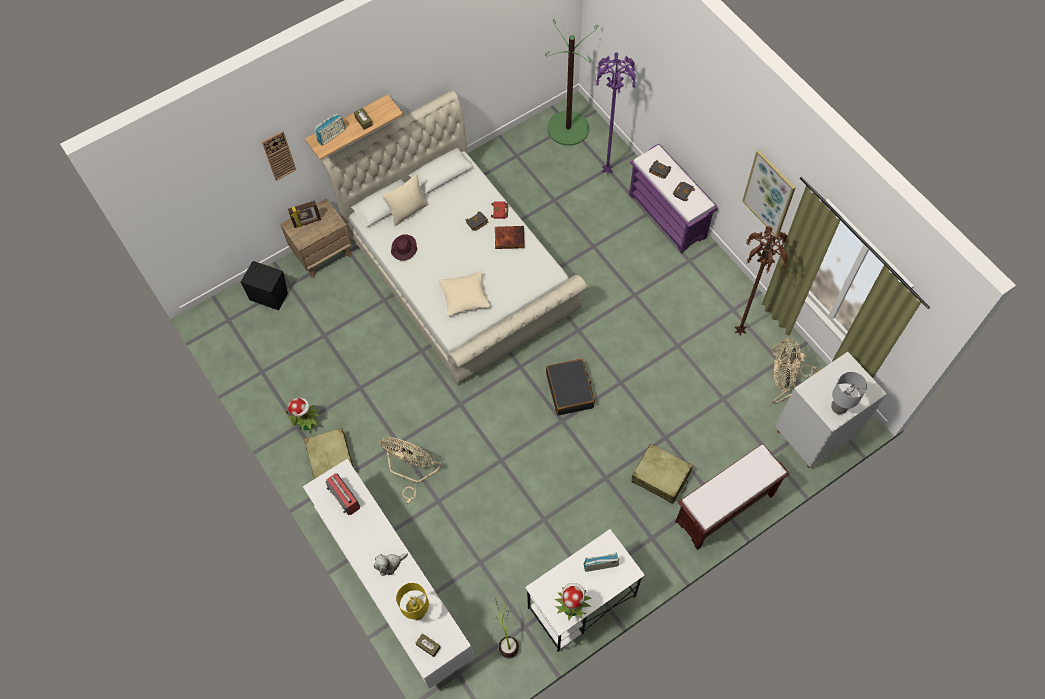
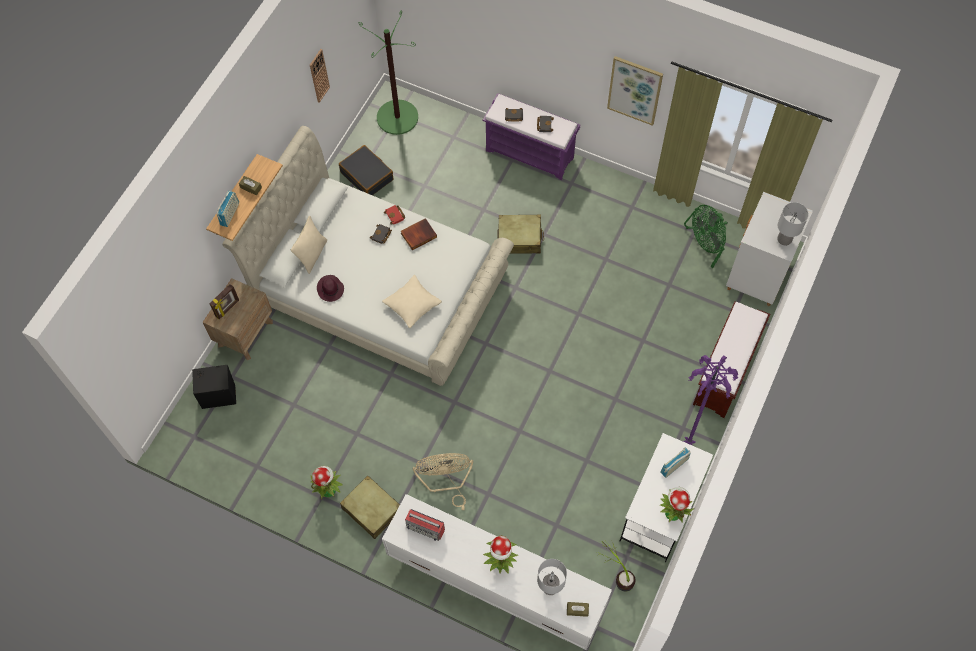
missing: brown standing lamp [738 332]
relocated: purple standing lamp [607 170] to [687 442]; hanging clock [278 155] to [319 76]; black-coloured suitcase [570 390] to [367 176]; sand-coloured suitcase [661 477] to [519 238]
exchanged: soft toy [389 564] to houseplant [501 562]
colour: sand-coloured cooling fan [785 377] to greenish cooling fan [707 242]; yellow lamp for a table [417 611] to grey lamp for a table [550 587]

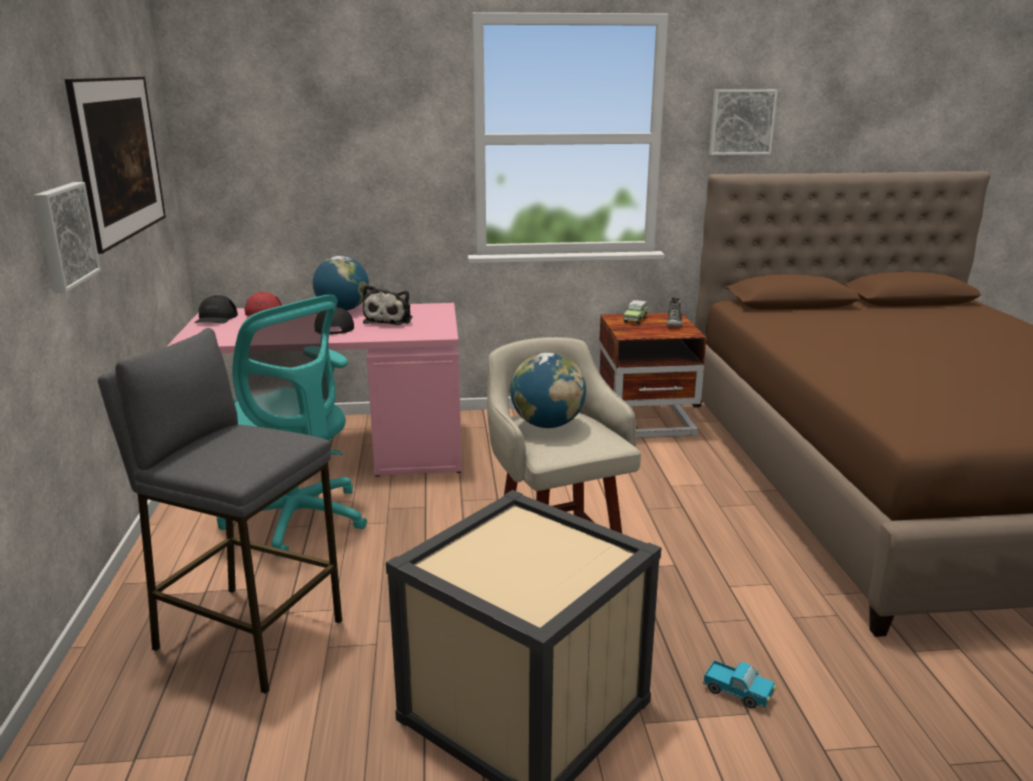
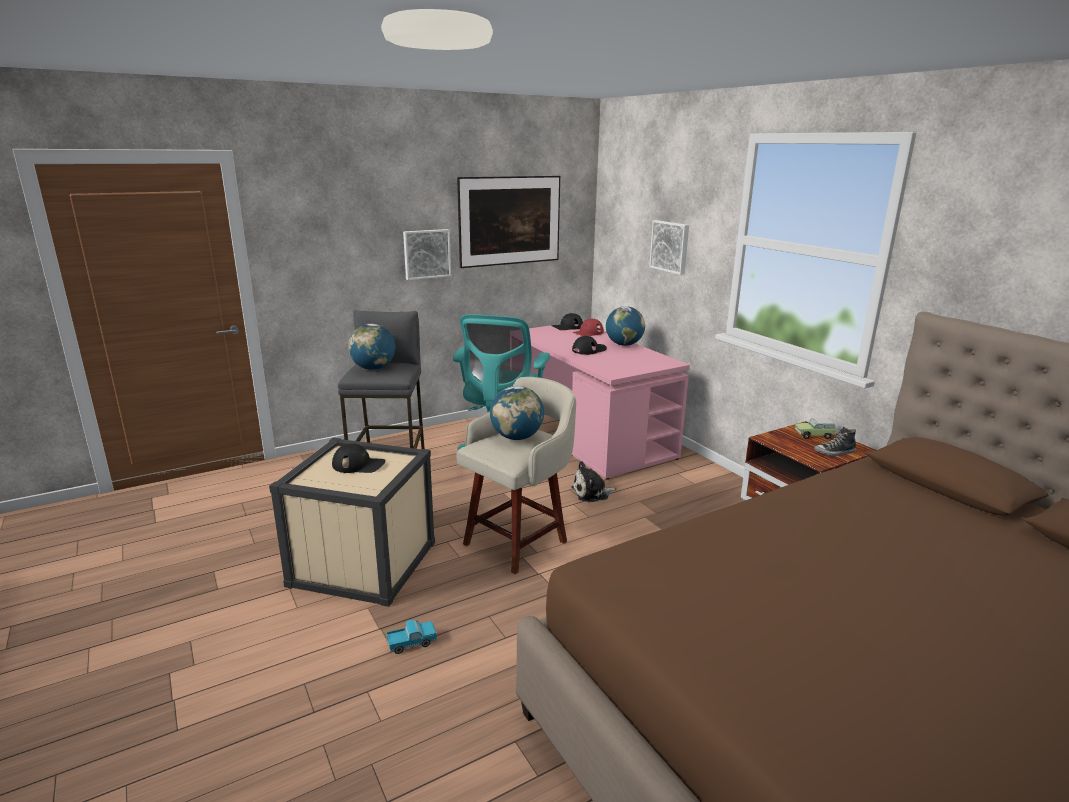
appeared: desk globe [373 368]; black-coloured baseball cap [359 465]
relocated: wall art [741 122] to [670 246]; soft toy [390 320] to [592 493]
spun: toy lorry [738 693] = [412 643] 120 degrees counterclockwise

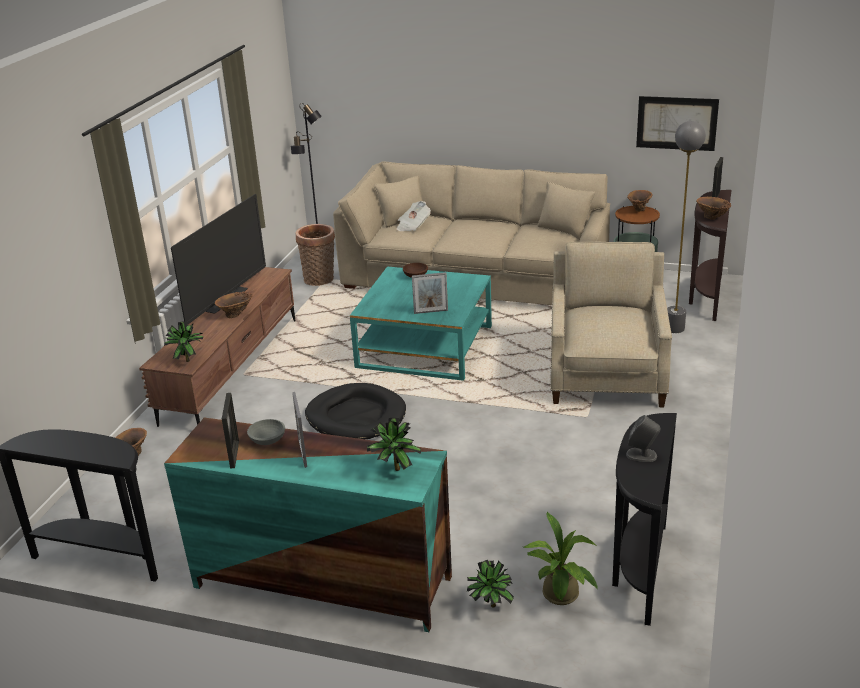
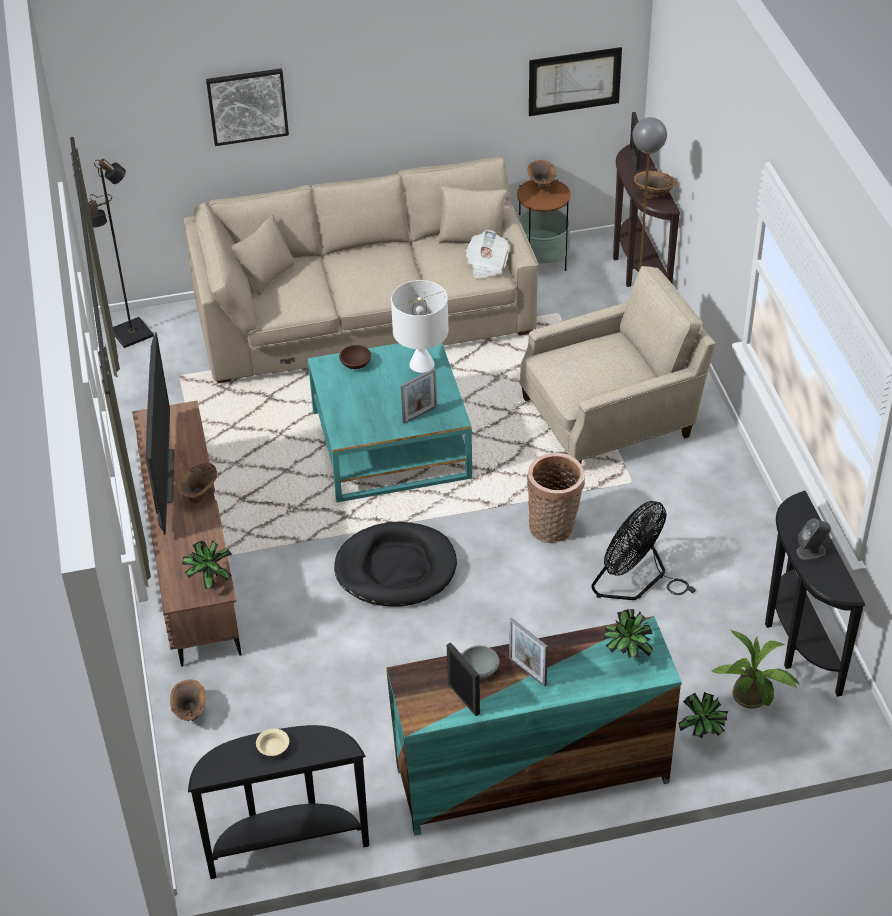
appeared: wall art [247 106]; white lamp for a table [422 367]; black-coloured cooling fan [641 578]; sand-coloured deep dish [274 747]
relocated: printed paper [412 226] to [486 265]; storage basket [320 280] to [554 528]
spun: sand-coloured armchair [606 373] = [610 416] 90 degrees clockwise

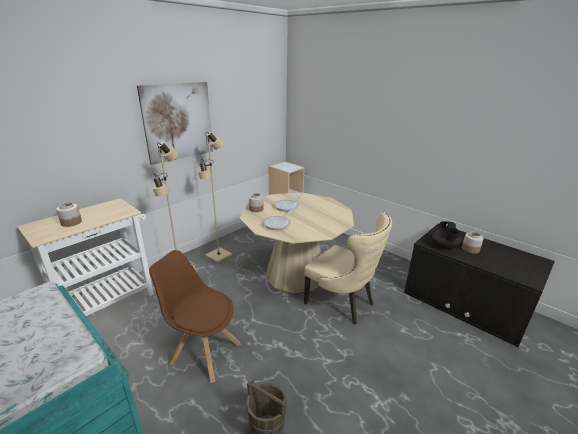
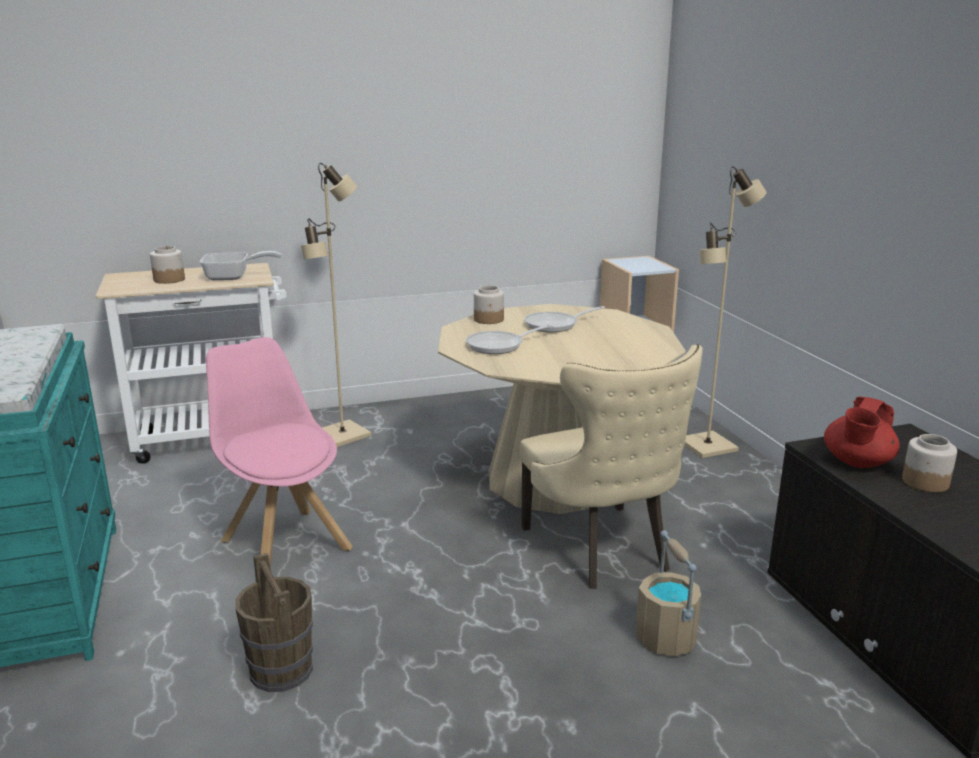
missing: wall art [178 122]
appeared: frying pan [233 277]; sand-coloured water bucket [666 639]
relocated: sand-coloured standing lamp [218 255] to [707 446]
colour: black-coloured pot for tea [444 246] to reddish pot for tea [857 463]; brown upright chair [202 352] to pink-coloured upright chair [283 541]

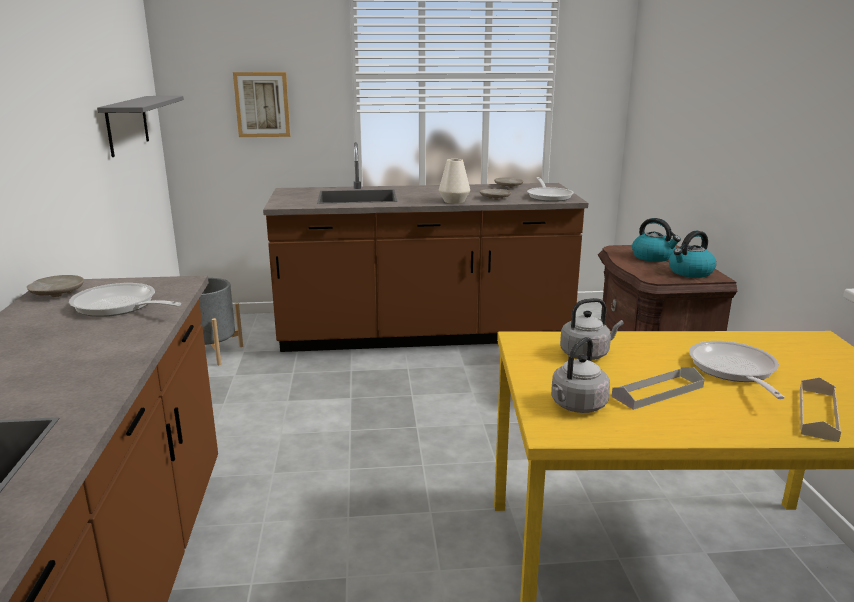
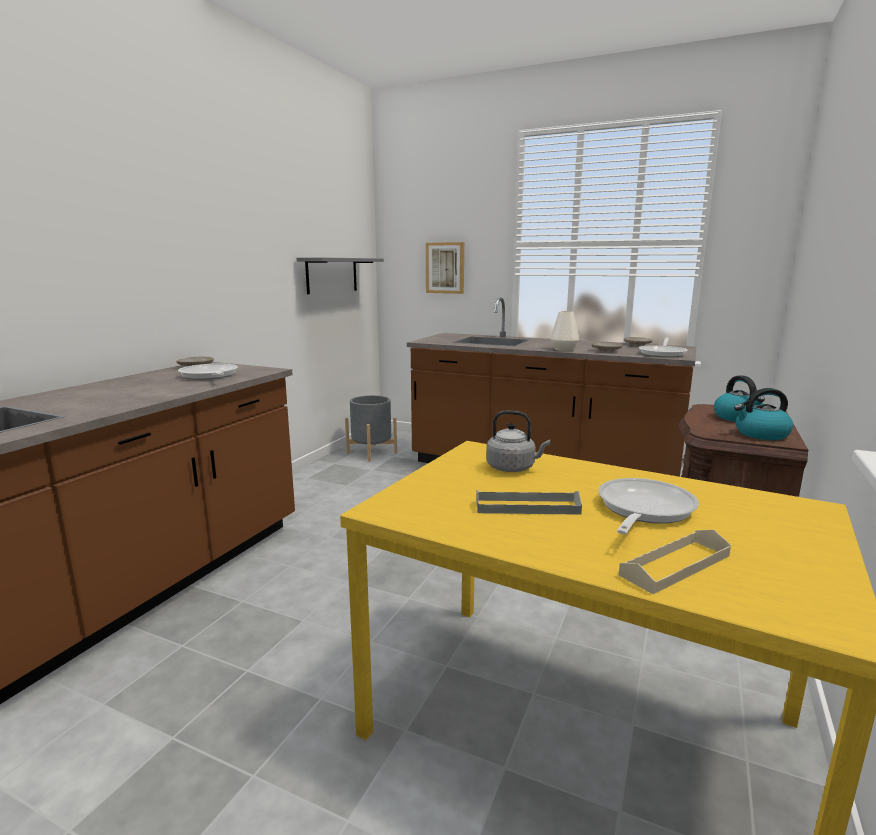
missing: grey kettle [576 406]

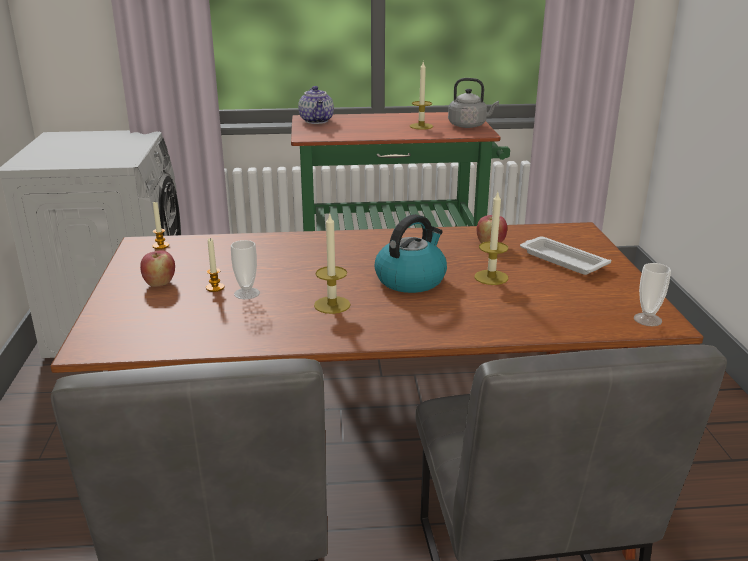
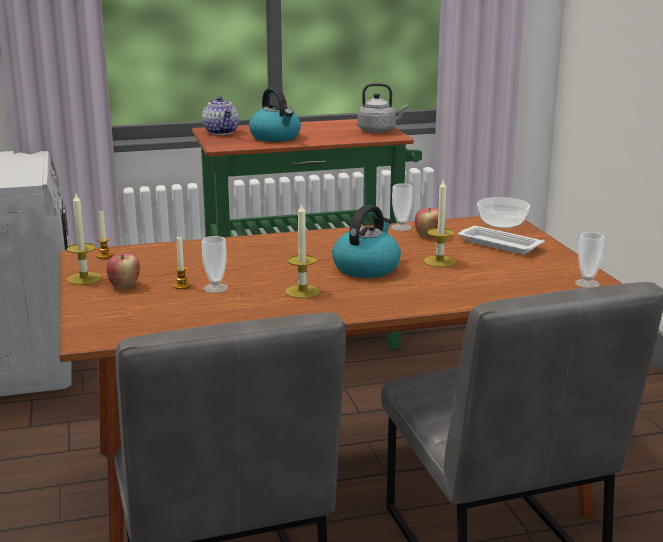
appeared: kettle [276 137]; drinking cup [401 227]; deep dish [501 223]
relocated: candle [421 126] to [84 278]

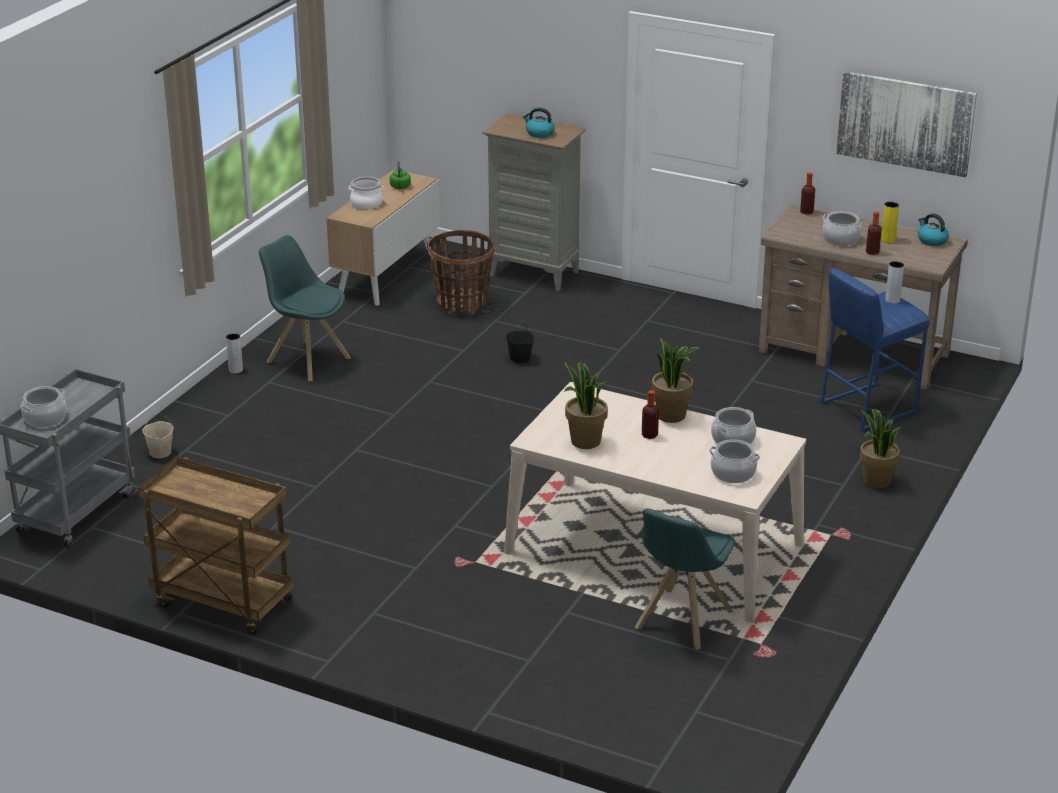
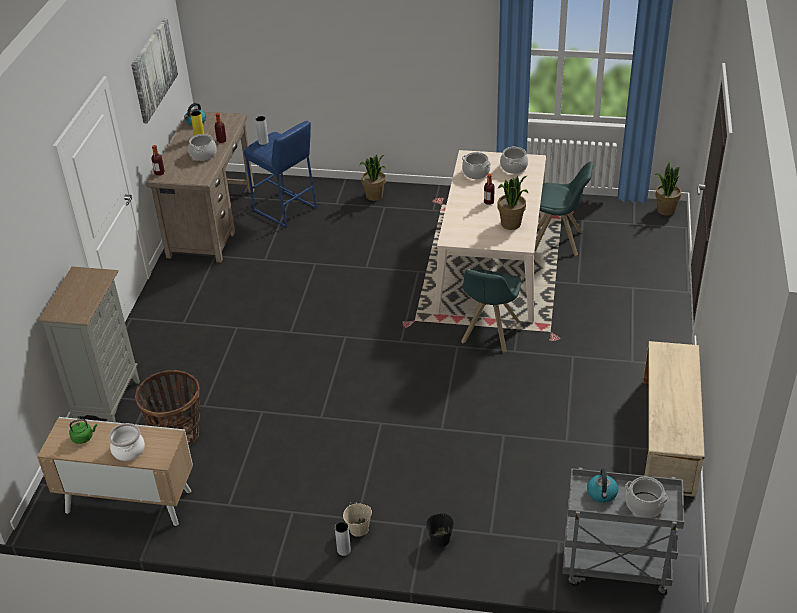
relocated: kettle [539 133] to [602 493]; blue-green upright chair [307 360] to [490 332]; black-coloured water bucket [520 359] to [440 539]; houseplant [671 415] to [665 210]; sand-coloured water bucket [160 452] to [359 529]
exchanged: brown cart [221 603] to sand-coloured long seat [669 436]

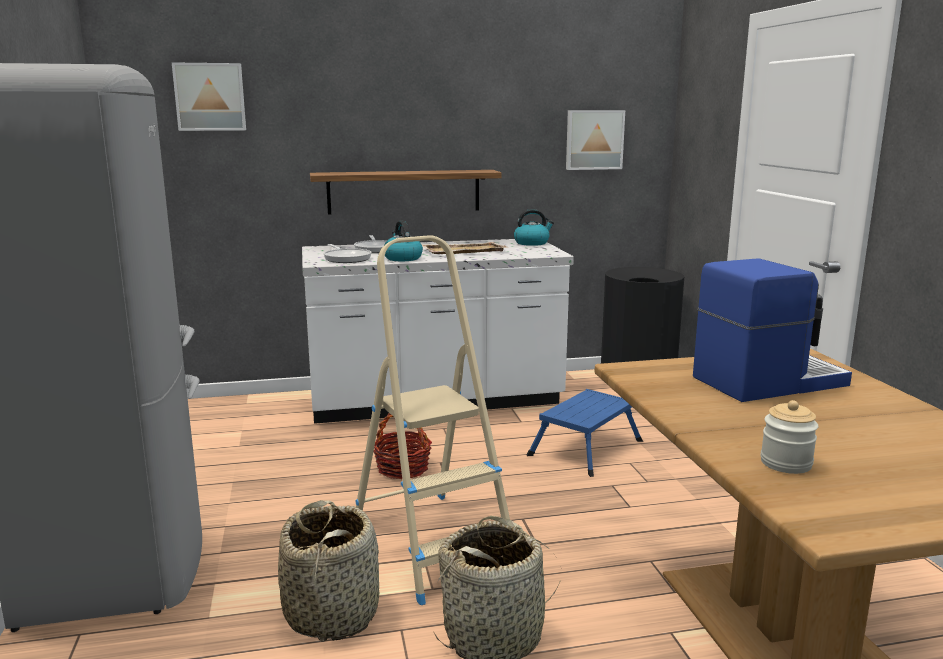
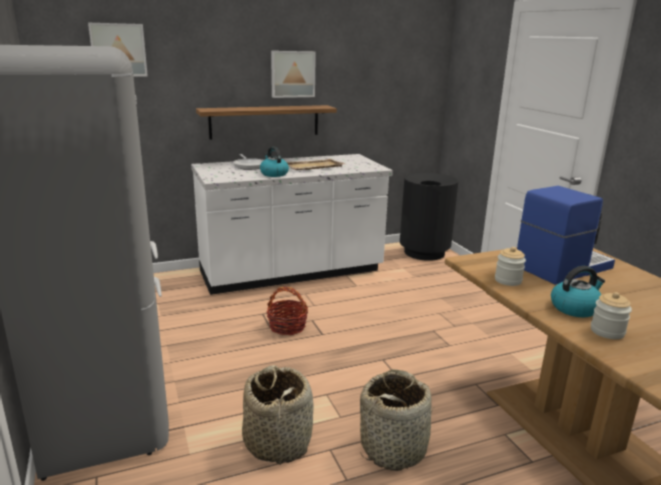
missing: sand-coloured stepladder [433 544]; frying pan [346 258]; blue stepladder [585 448]
appeared: preserve jar [508 280]
relocated: wall art [594 139] to [292 74]; kettle [532 243] to [575 308]

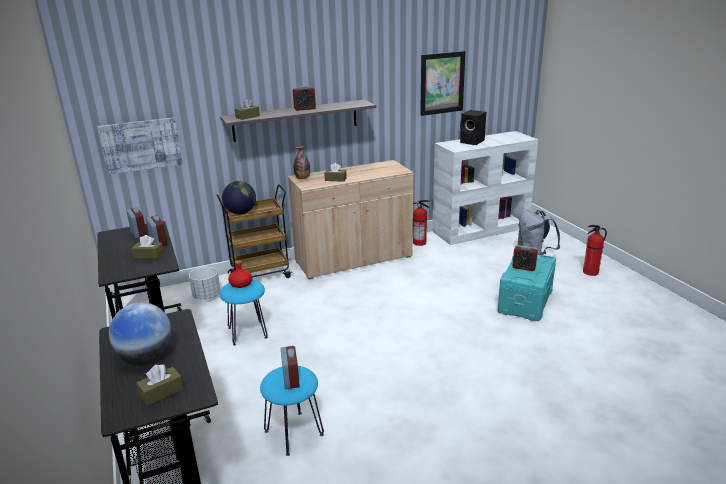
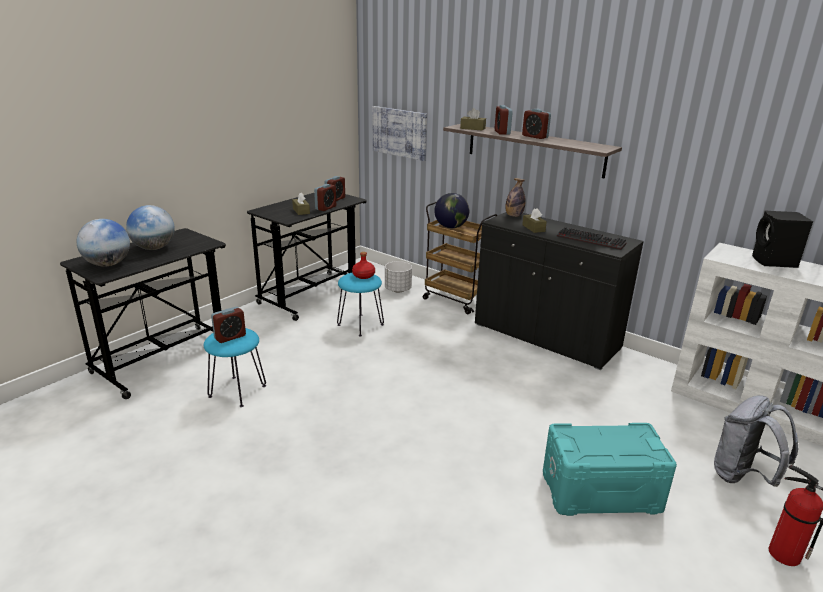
missing: wall art [442 83]; fire-fighting cylinder [420 243]
appeared: keyboard [592 240]
relocated: alarm clock [524 267] to [502 132]
exchanged: brown tissue box [161 392] to desk globe [108 264]
colour: sand-coloured storage cabinet [354 259] to black-coloured storage cabinet [545 337]

